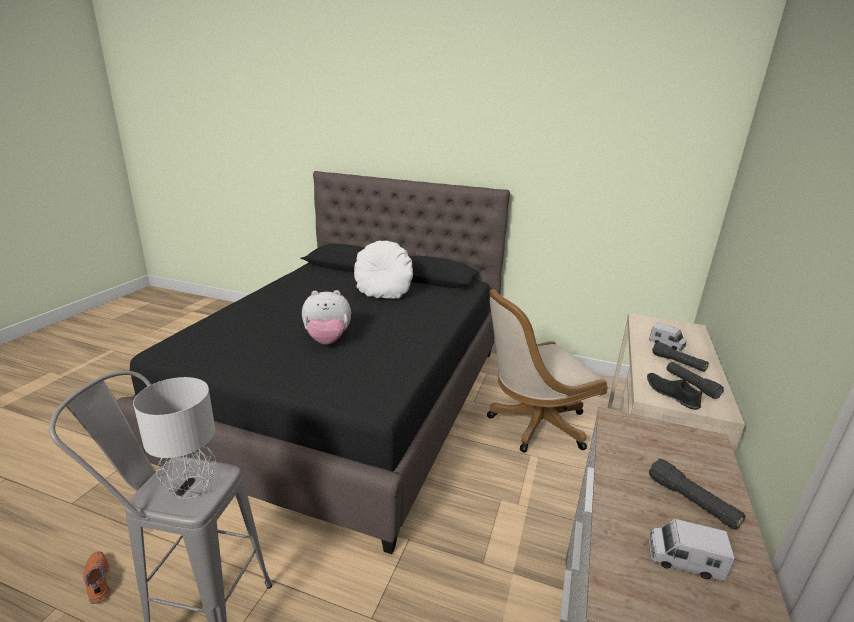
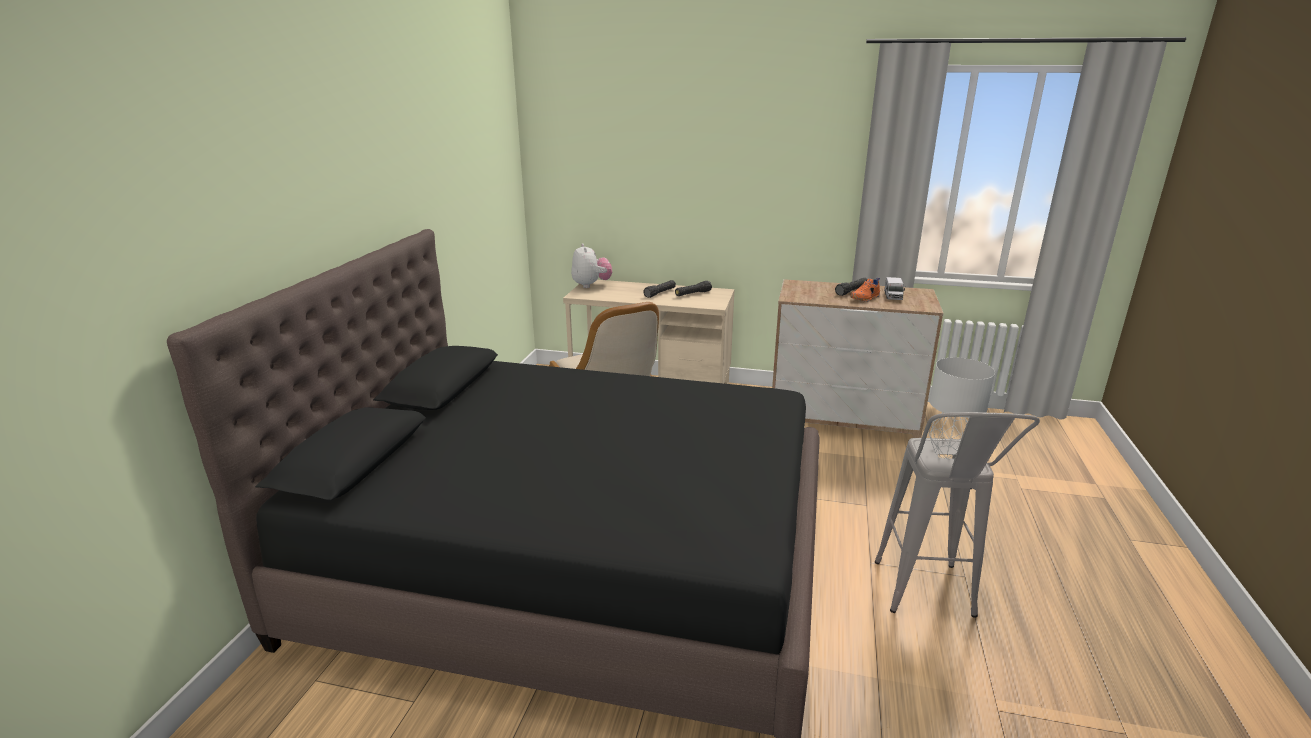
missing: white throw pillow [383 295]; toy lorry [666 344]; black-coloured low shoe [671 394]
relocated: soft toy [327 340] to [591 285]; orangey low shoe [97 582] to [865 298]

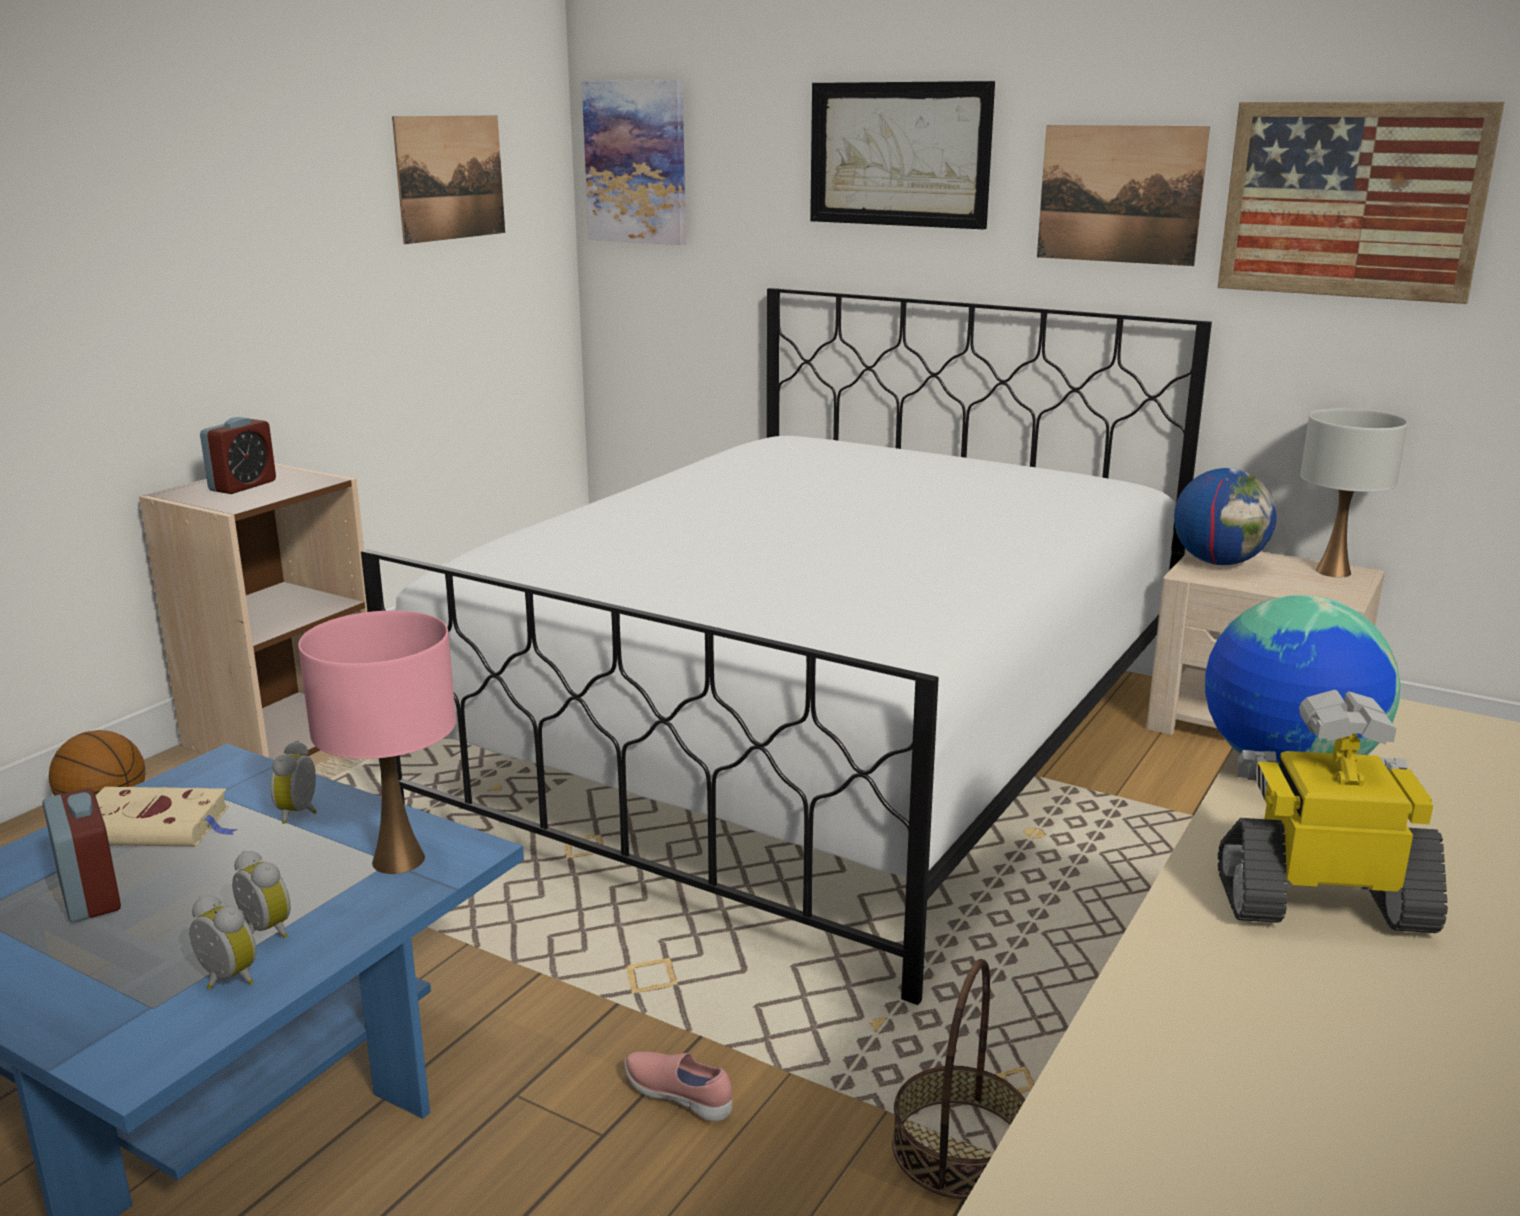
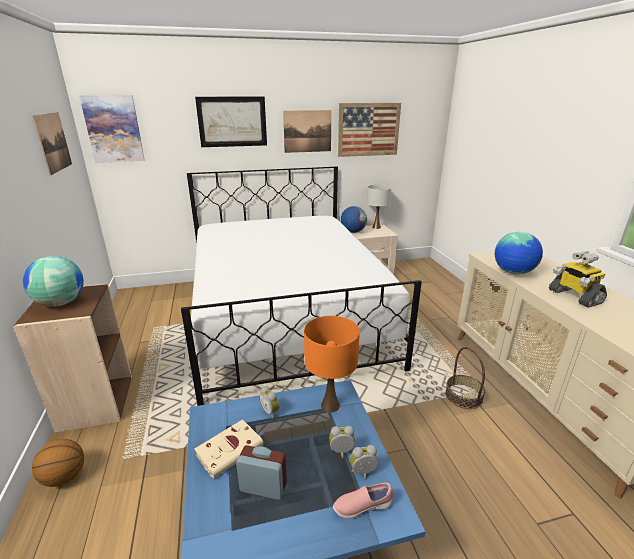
relocated: pink-coloured low shoe [679 1096] to [362 506]
exchanged: alarm clock [243 486] to desk globe [60 303]
colour: pink-coloured lamp for a table [399 860] to orangey lamp for a table [330 405]
spun: model robot [1322 901] = [574 296] 75 degrees counterclockwise

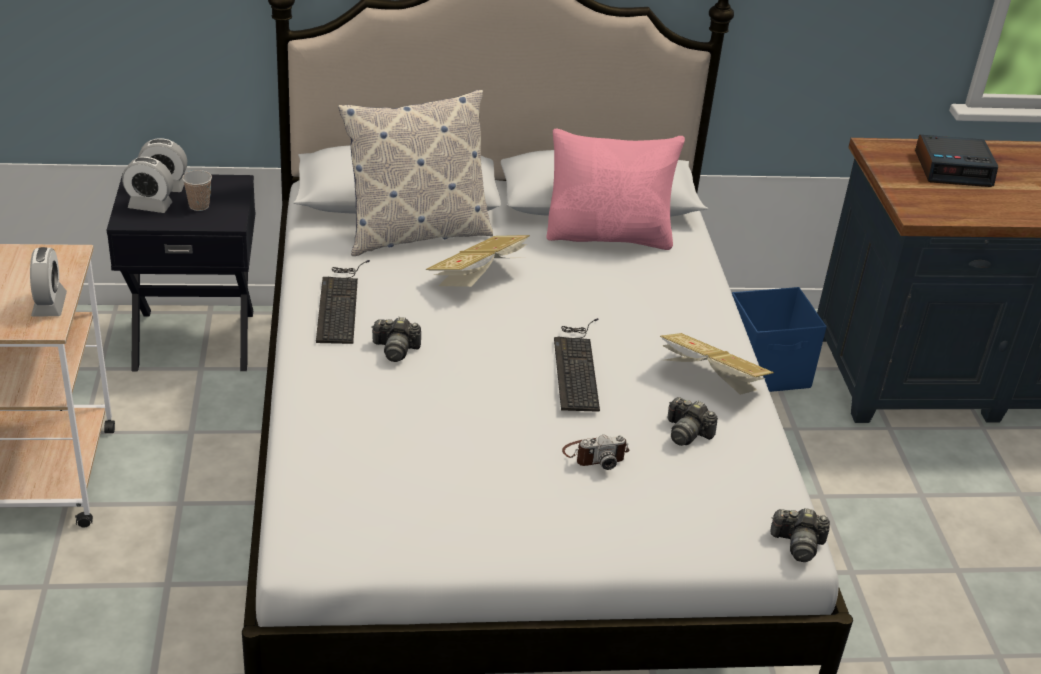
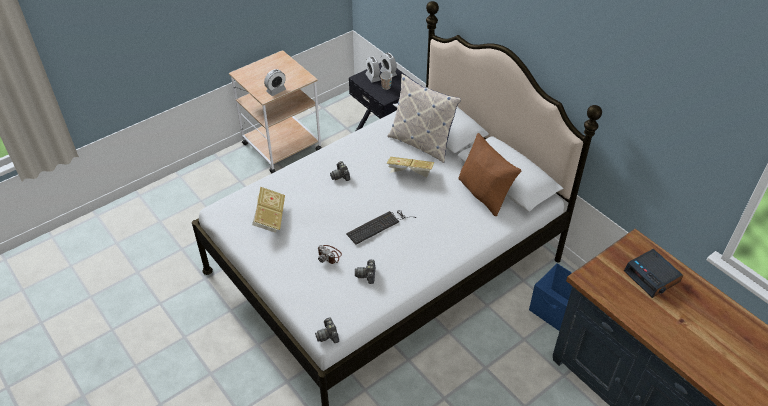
missing: keyboard [340 302]
relocated: book [710 381] to [269 218]
colour: pink-coloured throw pillow [609 236] to brown throw pillow [484 194]

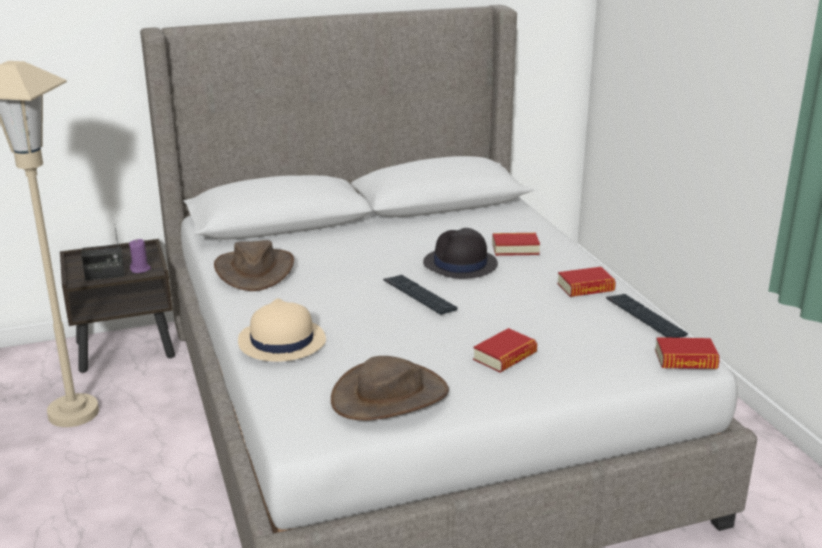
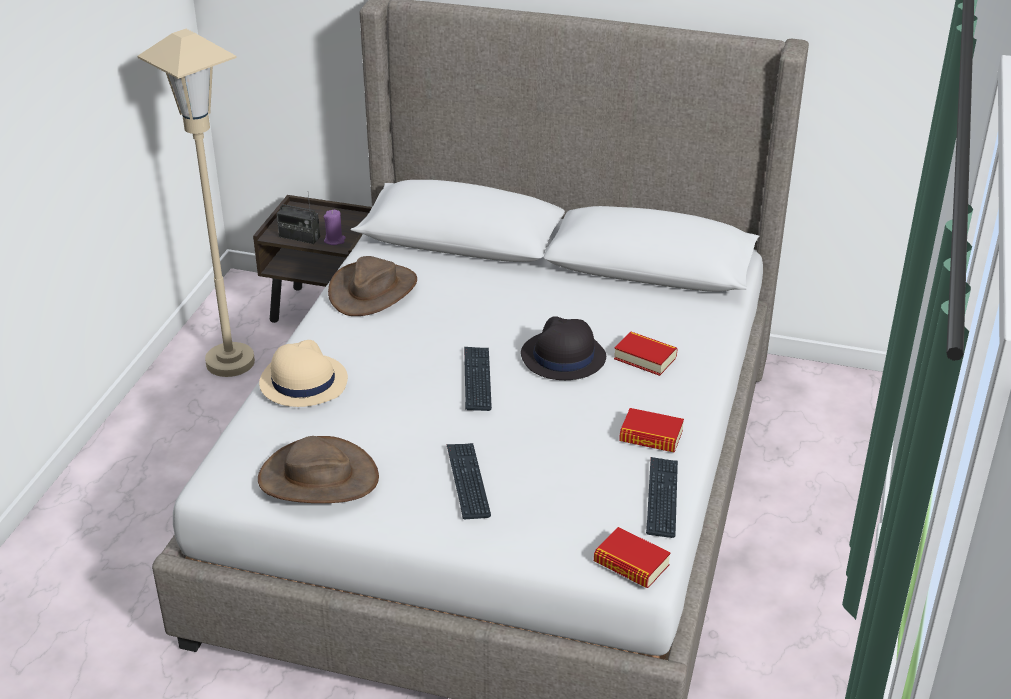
exchanged: book [505 356] to keyboard [468 481]

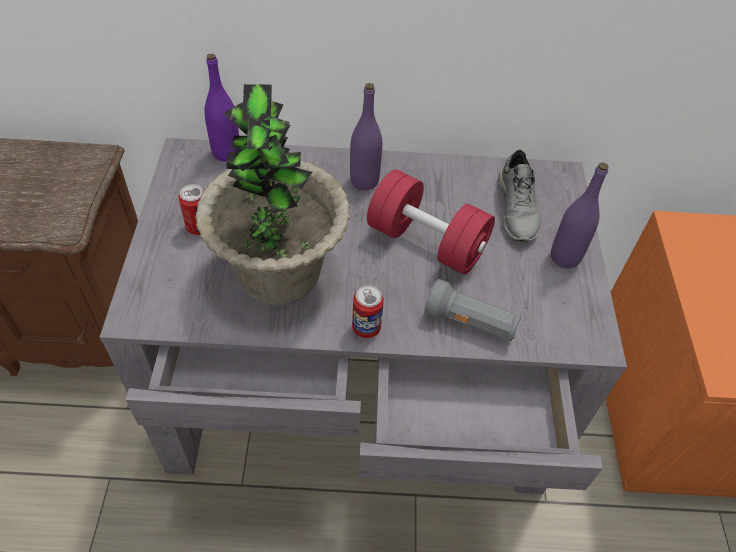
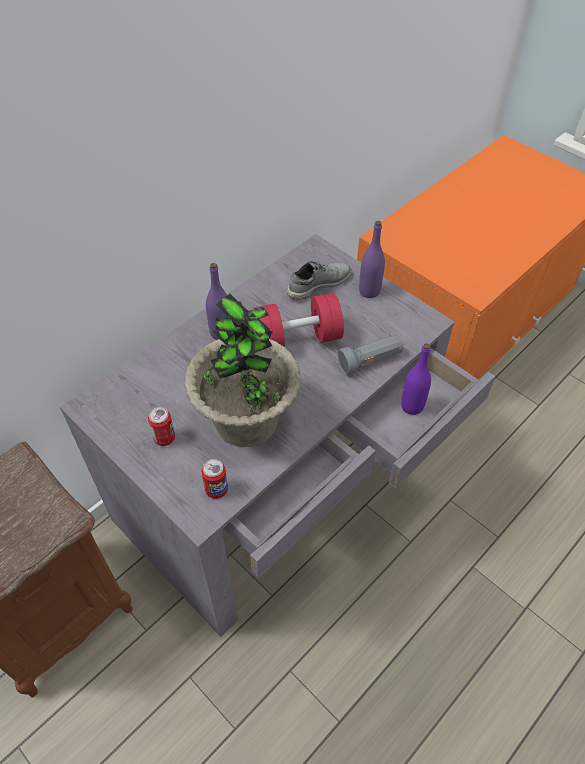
relocated: purple beverage bottle [226 153] to [412 406]; can [366 327] to [216 490]
spun: grey low shoe [517 209] = [318 284] 75 degrees counterclockwise

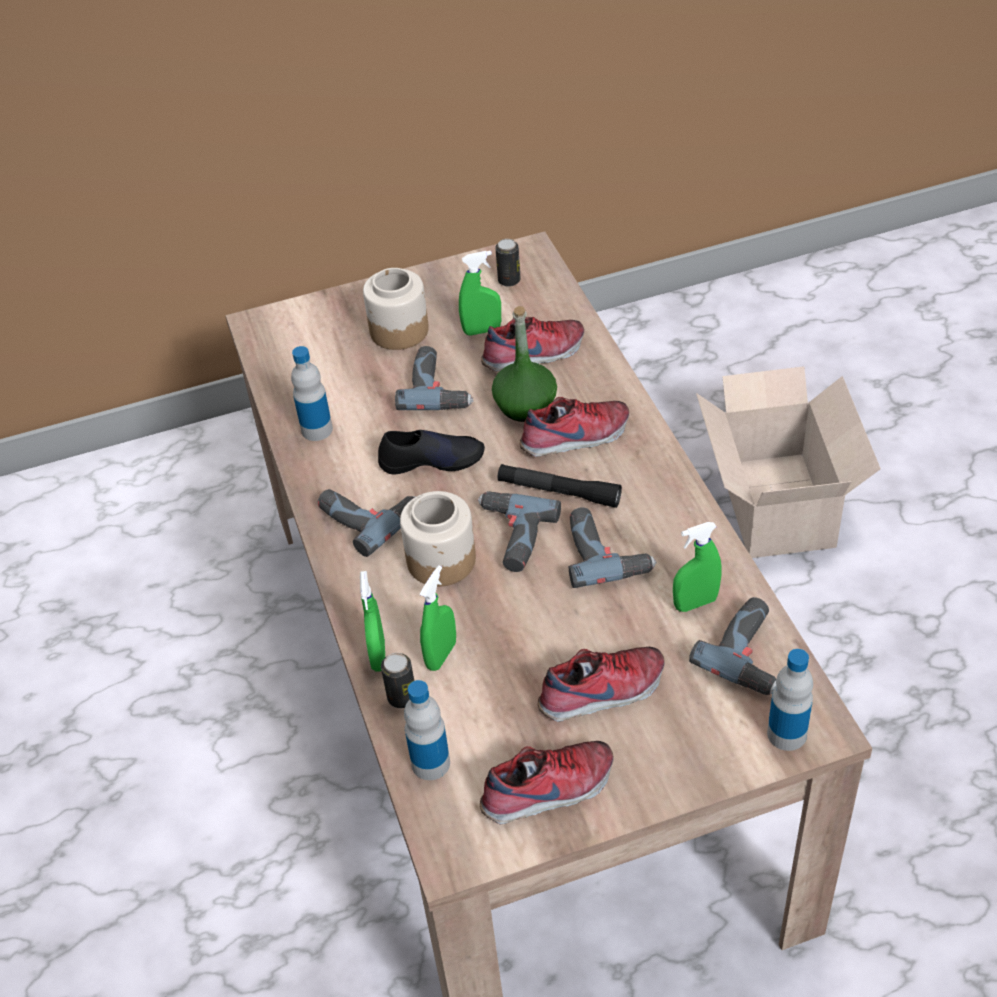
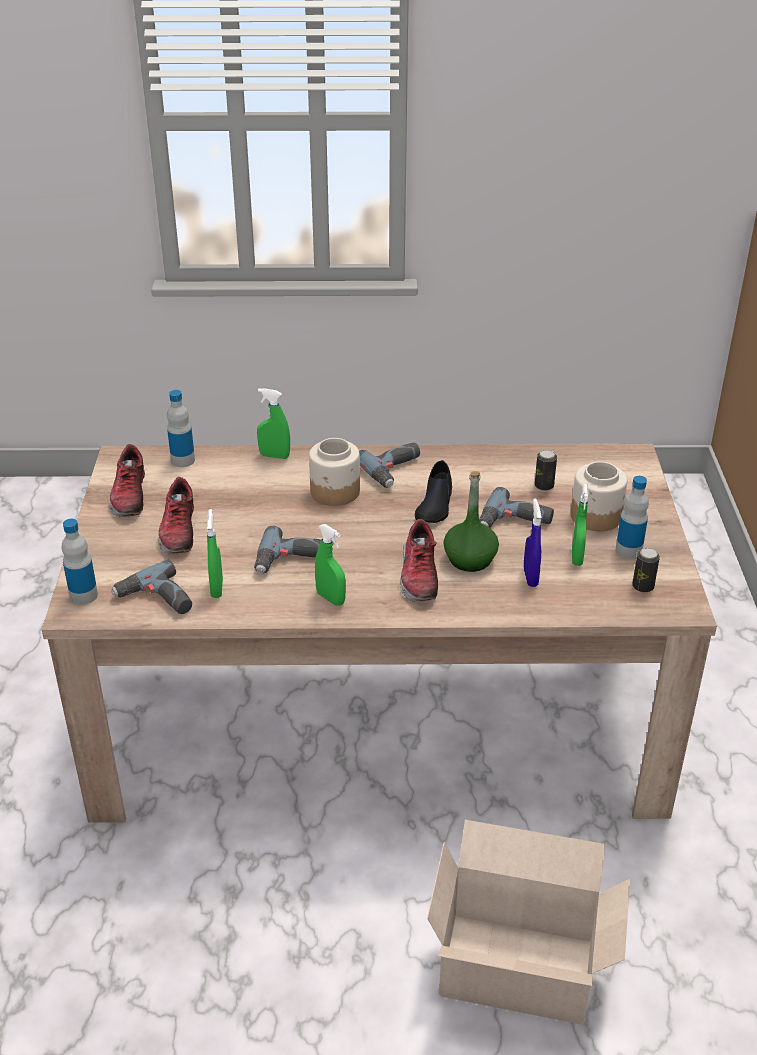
missing: black-coloured torch [559 492]; electric drill [510 536]
relocated: beverage bottle [317 429] to [628 550]; greenish spray bottle [441 655] to [330 598]; can [402 697] to [544 486]
exchanged: low shoe [534 355] to blue spray bottle [530 577]

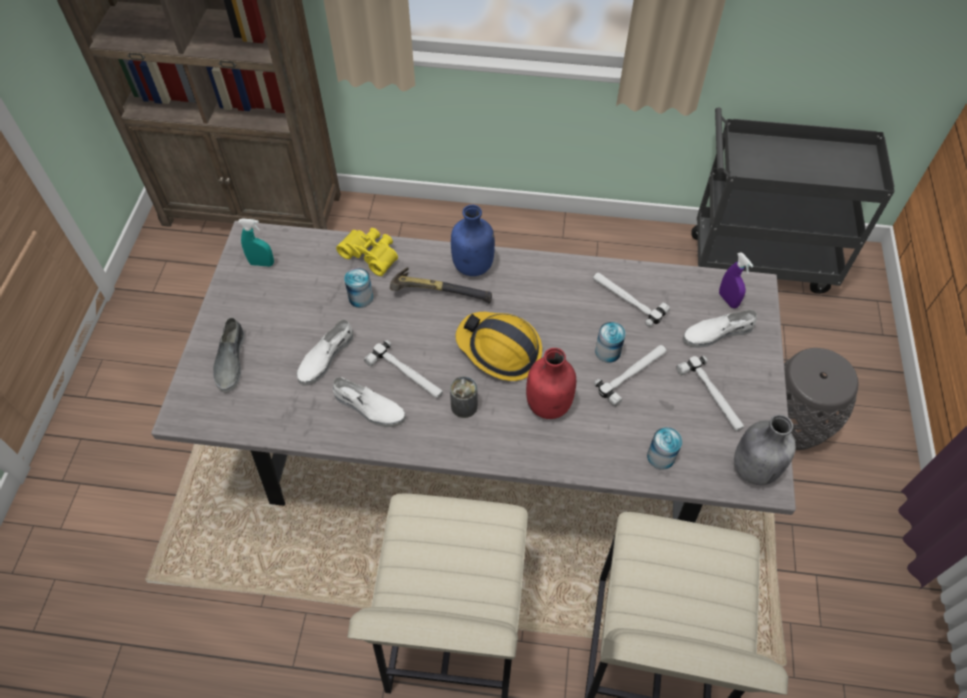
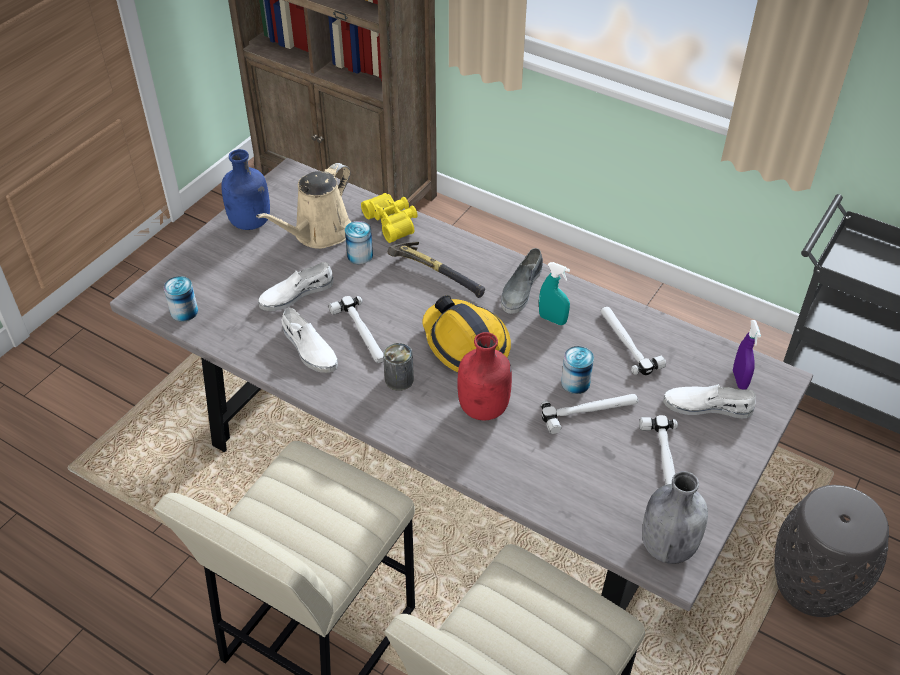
appeared: sand-coloured watering can [319 234]
relocated: blue beverage bottle [474 266] to [251 223]; blue-green spray bottle [262 263] to [552 319]; grey low shoe [230 360] to [521 289]; can [661 456] to [184 311]

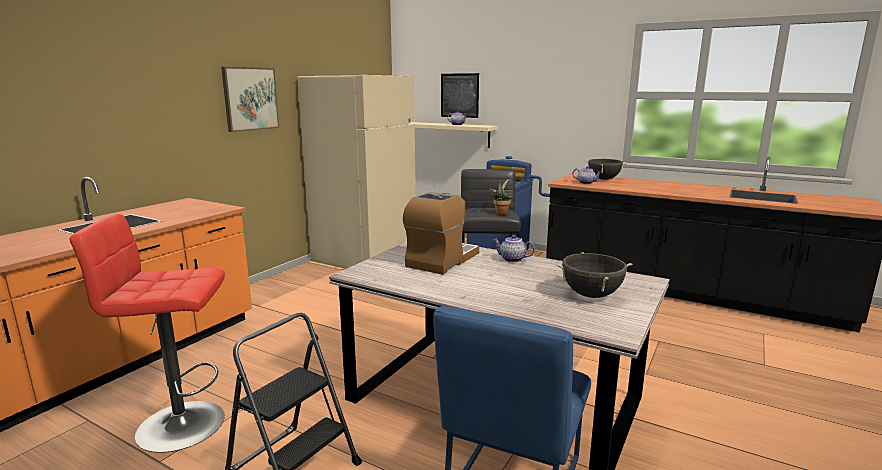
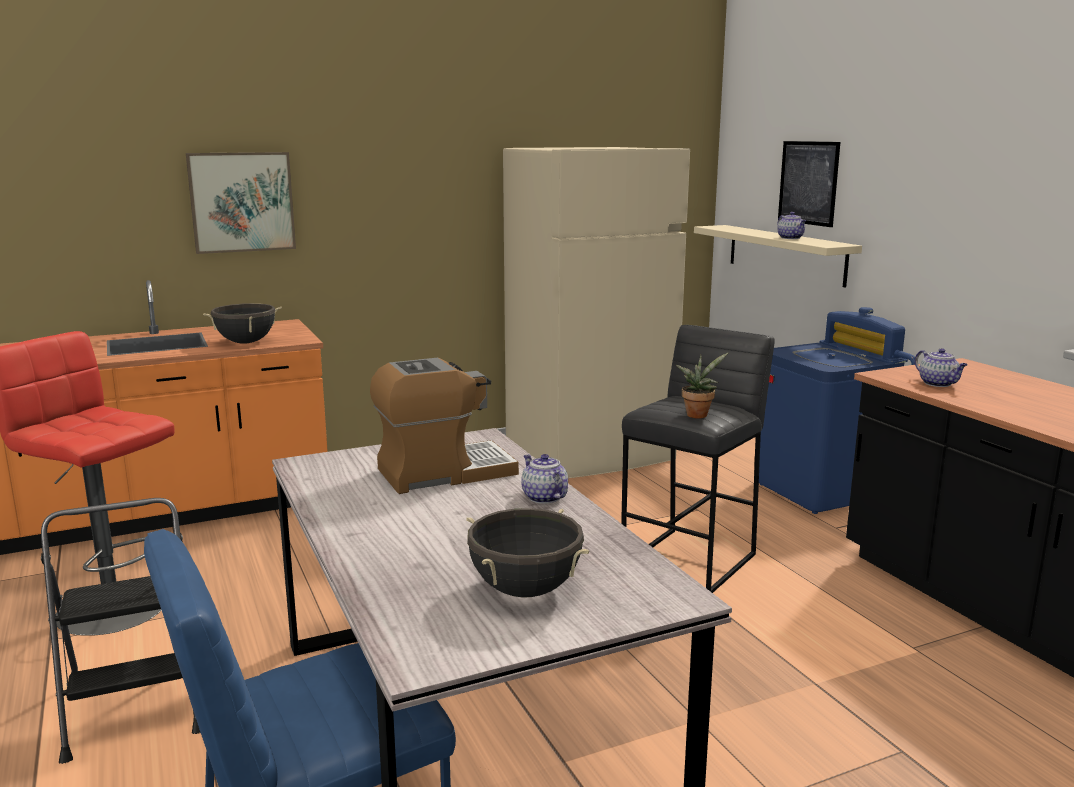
relocated: wall art [250 99] to [242 202]; black-coloured stockpot [604 179] to [246 342]

